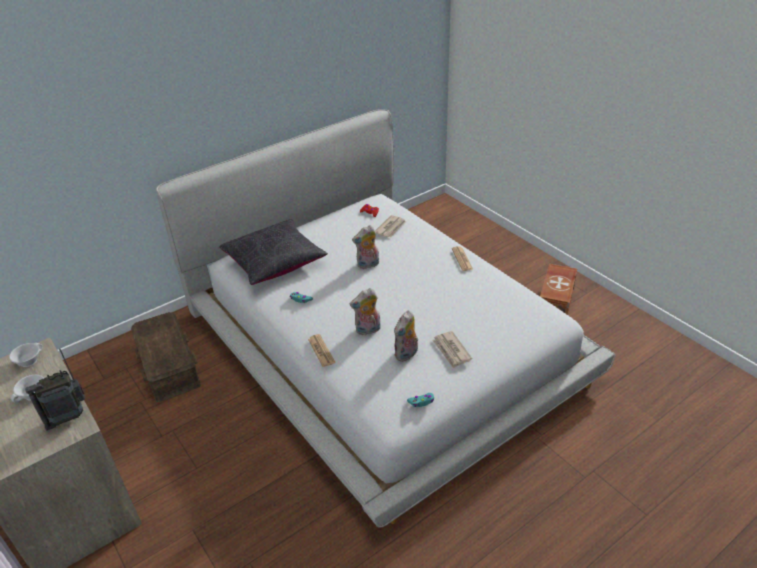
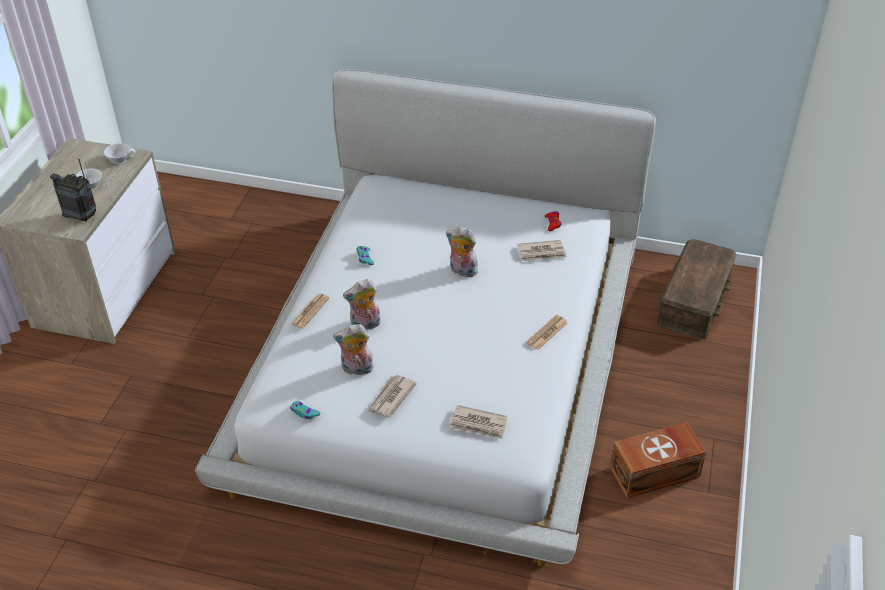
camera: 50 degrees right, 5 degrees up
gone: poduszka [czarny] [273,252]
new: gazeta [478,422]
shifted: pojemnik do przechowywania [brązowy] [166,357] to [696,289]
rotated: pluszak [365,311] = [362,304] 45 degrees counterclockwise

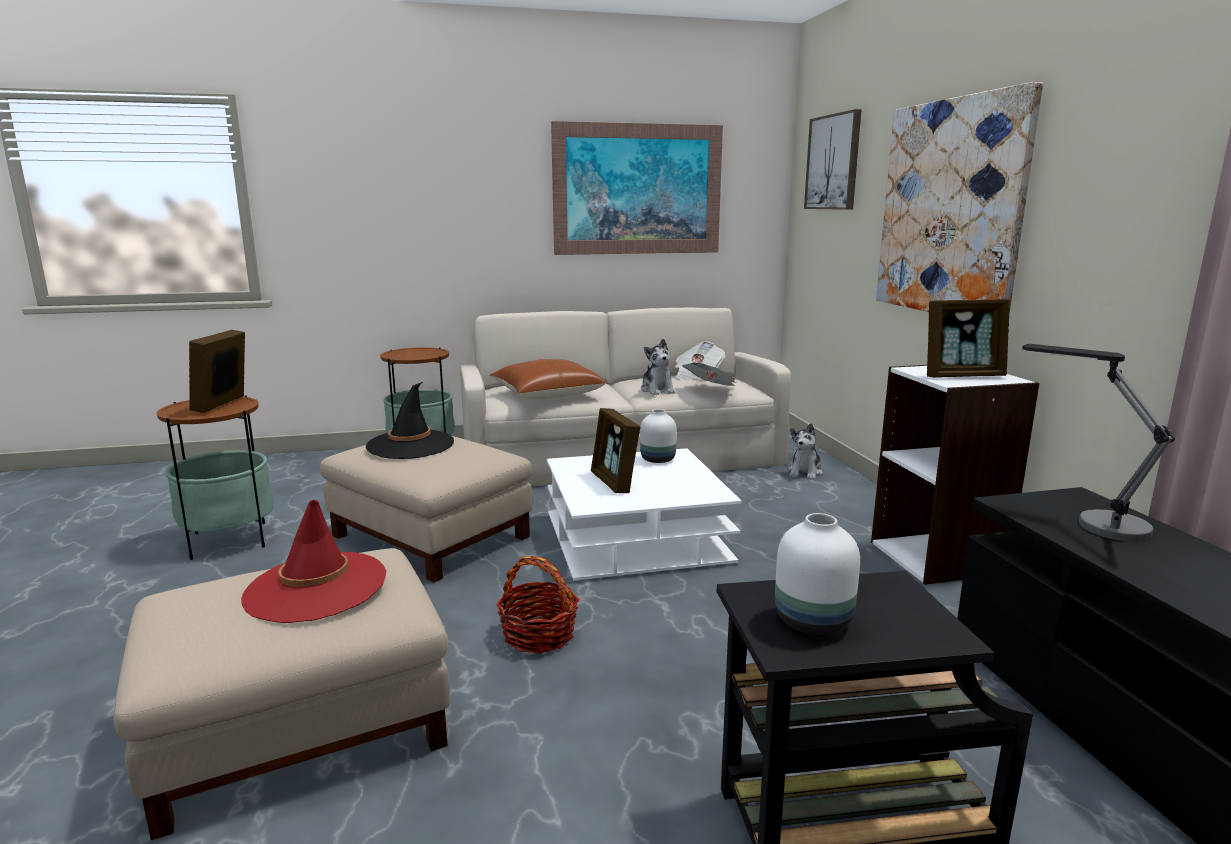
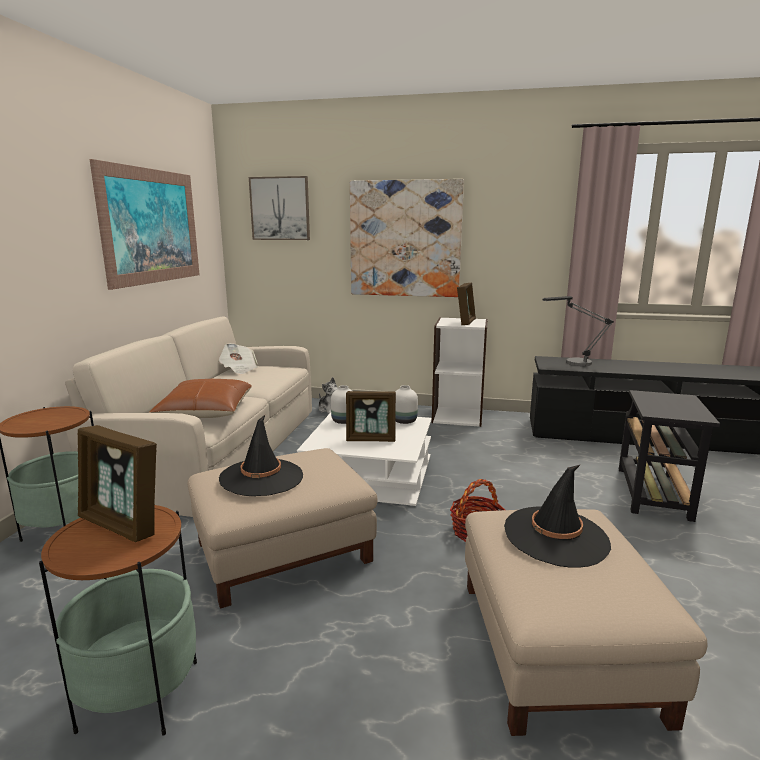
camera: 65 degrees left, 0 degrees up
gone: pluszak [658,366]; gazeta [709,374]
shifted: wazon [biały] [817,574] to [406,404]
repainted: kapelusz [czerwony] [313,561] to kapelusz [czarny] [557,516]

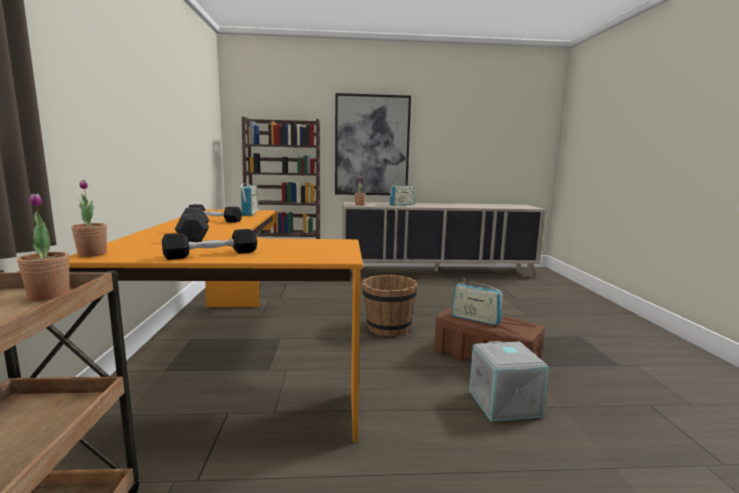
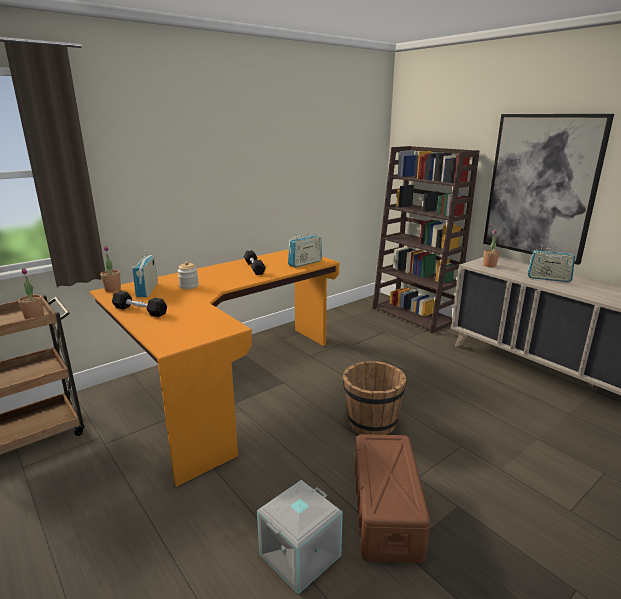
camera: 55 degrees right, 10 degrees up
shifted: radio [477,301] to [145,273]
swapped: hantel [szary] [192,225] to słoik [188,275]

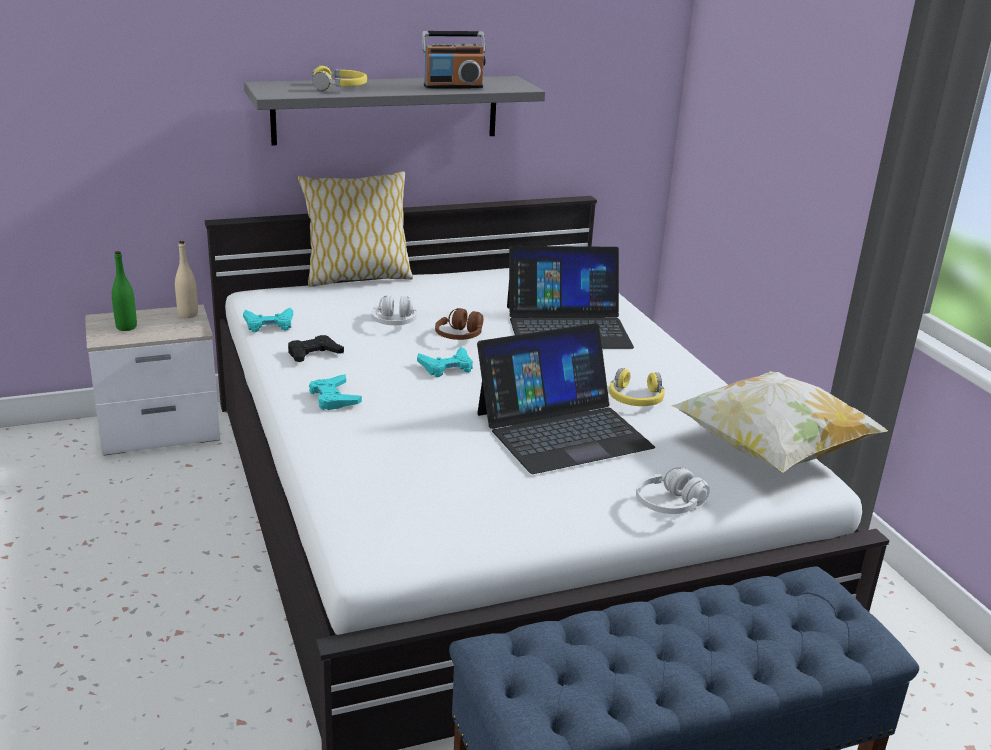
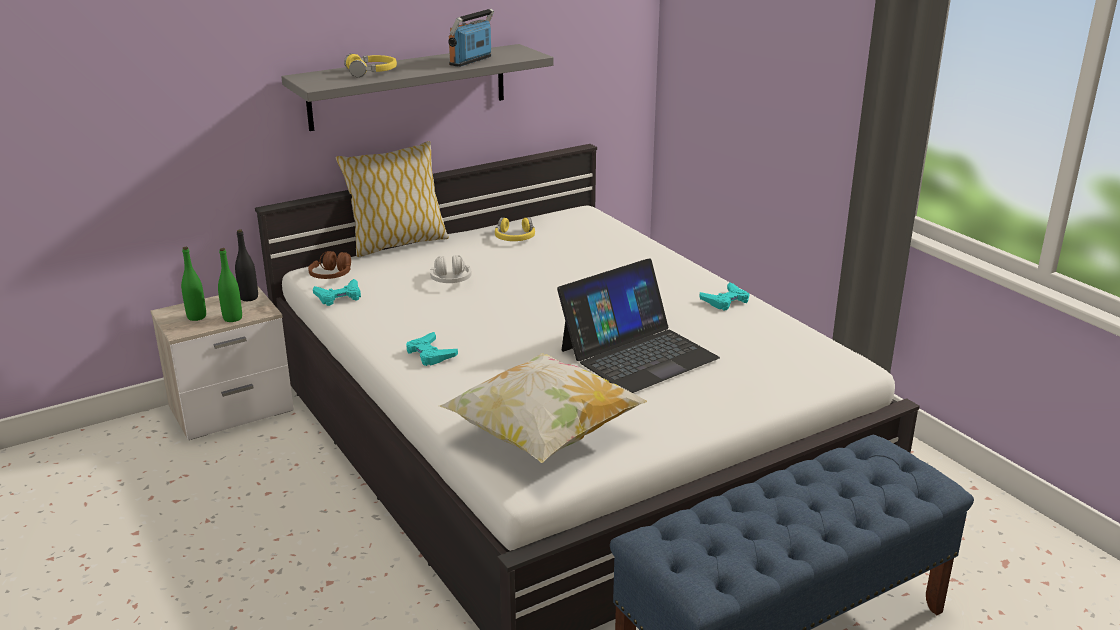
camera: 10 degrees left, 0 degrees up
gone: pad do gier [czarny] [316,348]; laptop [570,297]; słuchawki [biały] [673,490]
new: butelka [zielony] [230,285]
shifted: słuchawki [brązowy] [459,324] to [329,265]; poduszka [779,422] to [543,408]; słuchawki [żółty] [637,387] to [515,229]; pad do gier [turkusowy] [445,362] to [724,296]
repainted: butelka [beżowy] [186,279] to butelka [czarny] [246,265]
rotated: radio [454,60] = [471,38] 150 degrees clockwise

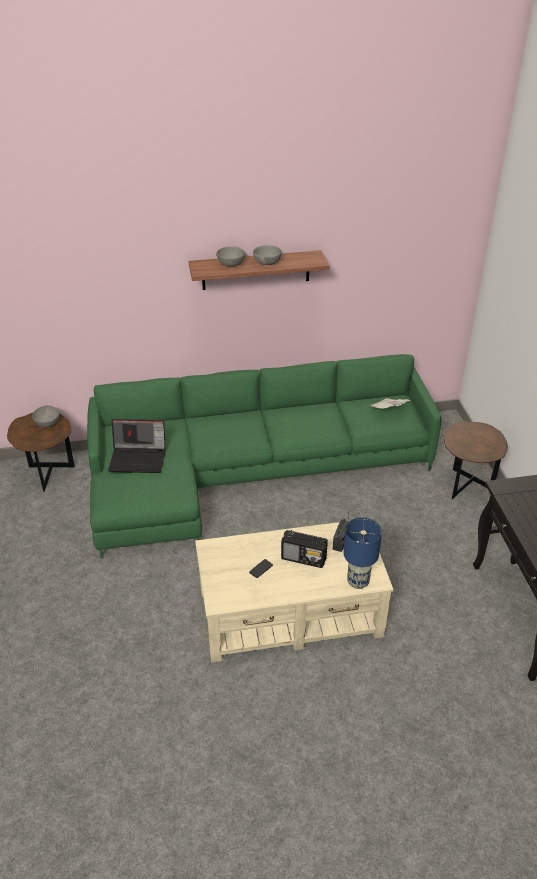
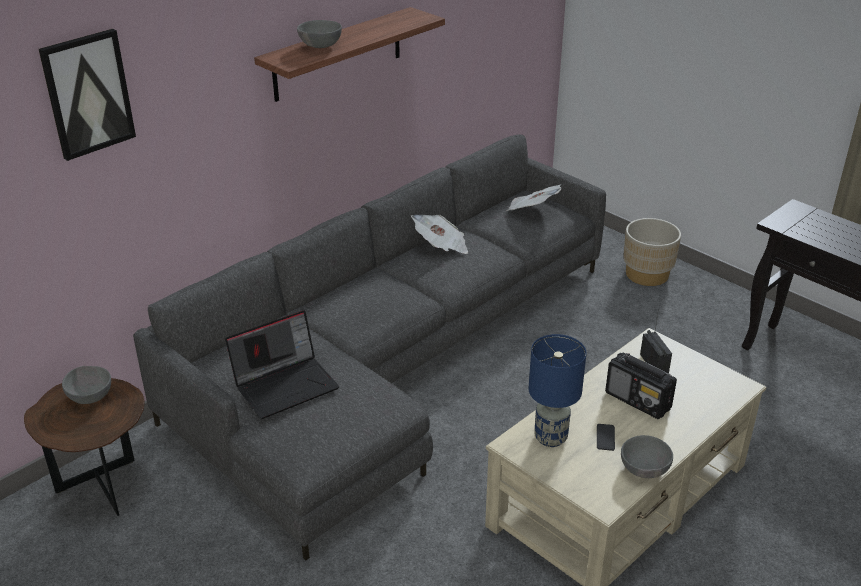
camera: 35 degrees left, 5 degrees down
new: obraz [87,95]; gazeta [439,234]
shifted: lampa stołowa [niebieski] [362,553] to [557,390]; miska [szary] [267,255] to [647,456]
swapped: stolik [brązowy] [475,460] to donica [beżowy] [652,252]
repainted: kanapa [zielony] [264,456] to kanapa [szary] [369,347]
rotated: radio [304,549] = [641,386] 60 degrees clockwise

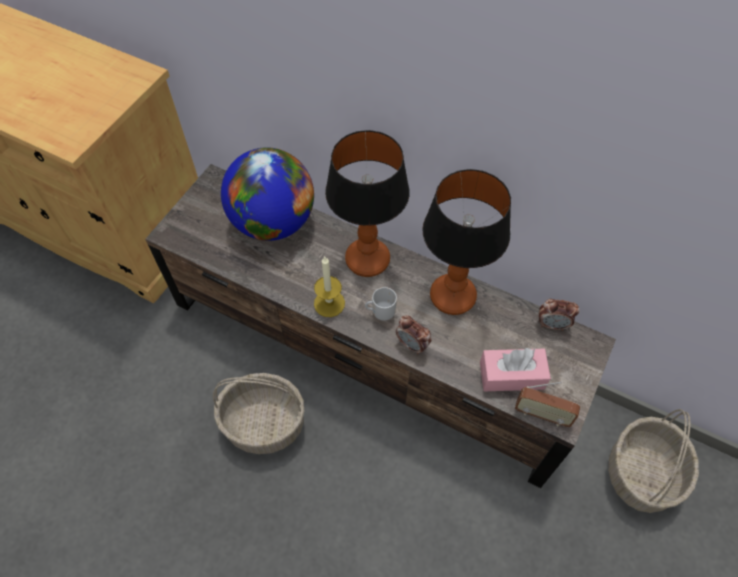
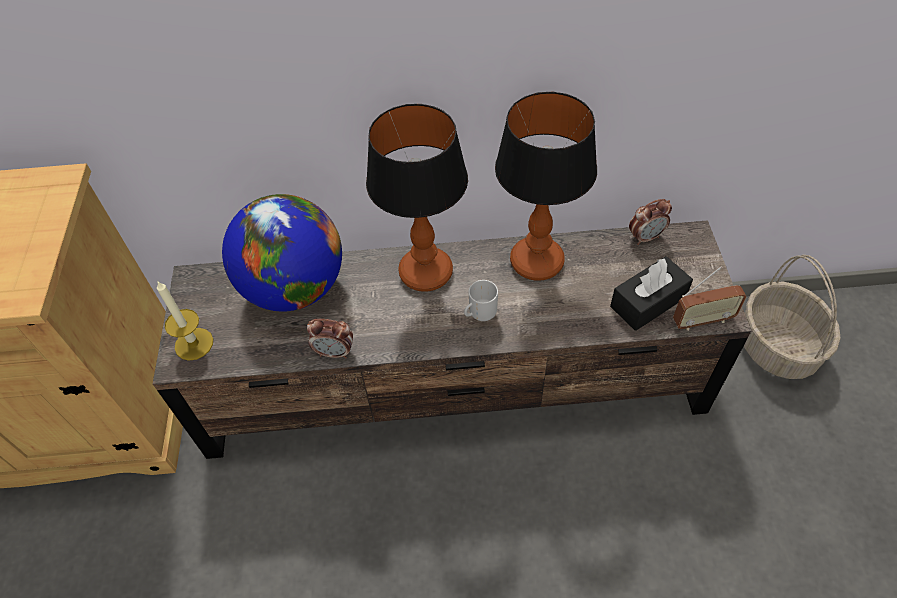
camera: 30 degrees left, 5 degrees down
gone: koszyk [258,413]
shifted: świeca [329,287] to [185,320]; budzik [413,334] to [330,339]
repainted: pudełko chusteczek [różowy] [515,369] to pudełko chusteczek [czarny] [651,293]

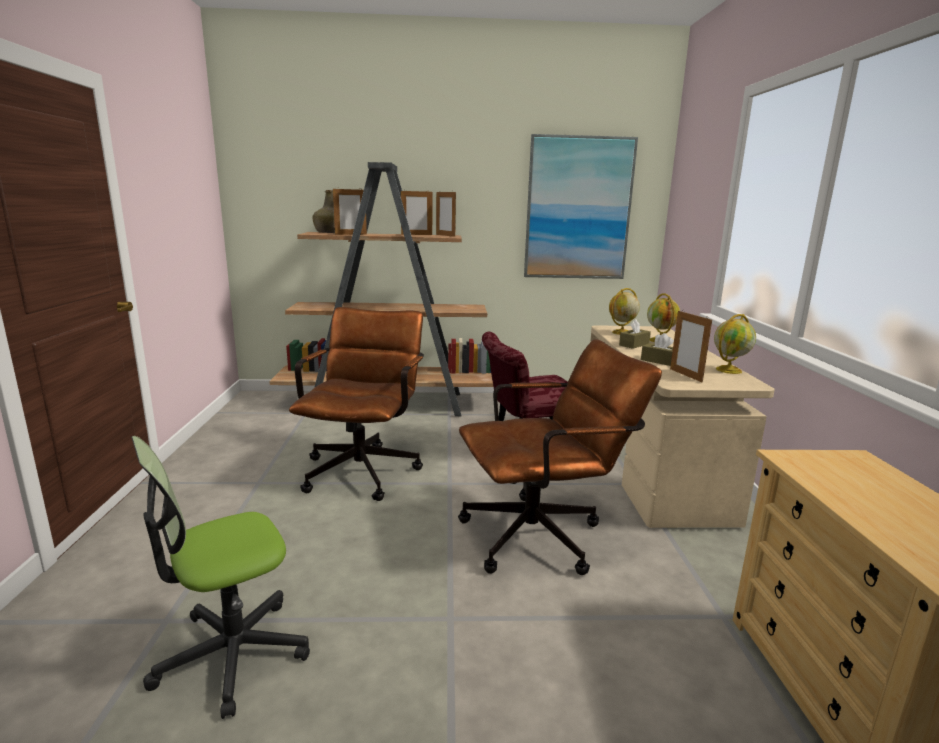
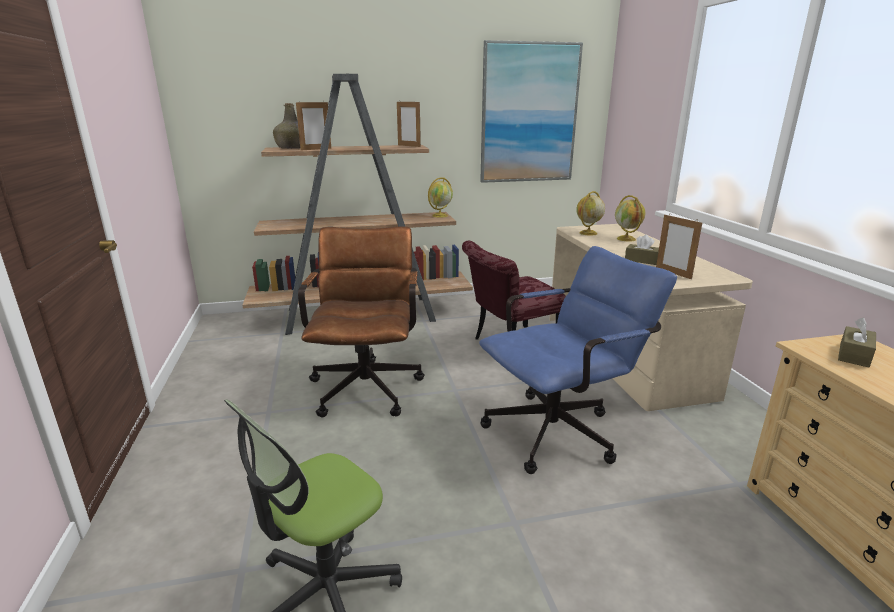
camera: 10 degrees left, 5 degrees up
gone: ramka na zdjęcie [416,212]
shifted: globus [735,344] to [440,197]; pudełko chusteczek [brązowy] [635,334] to [857,343]
repainted: krzesło biurowe [brązowy] [560,457] to krzesło biurowe [niebieski] [578,360]

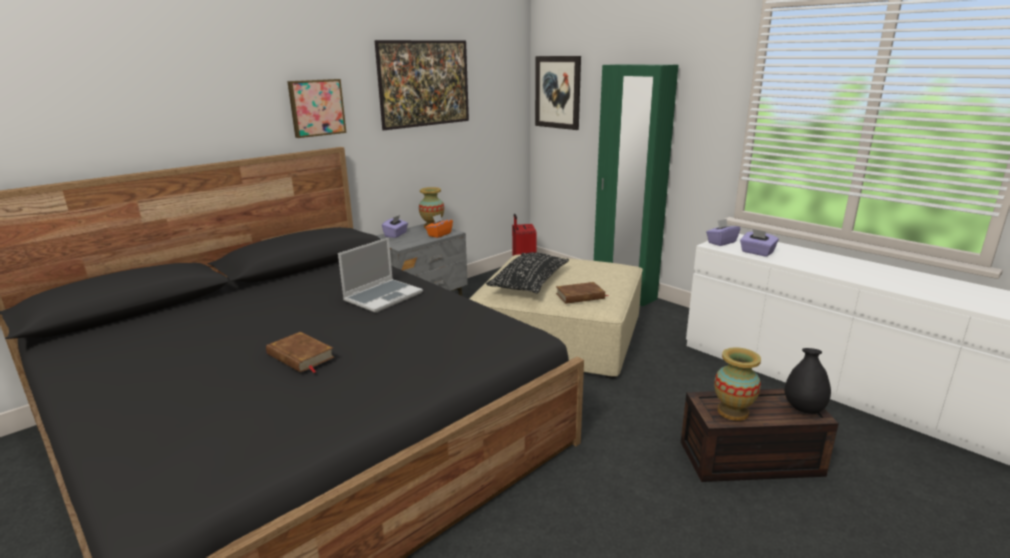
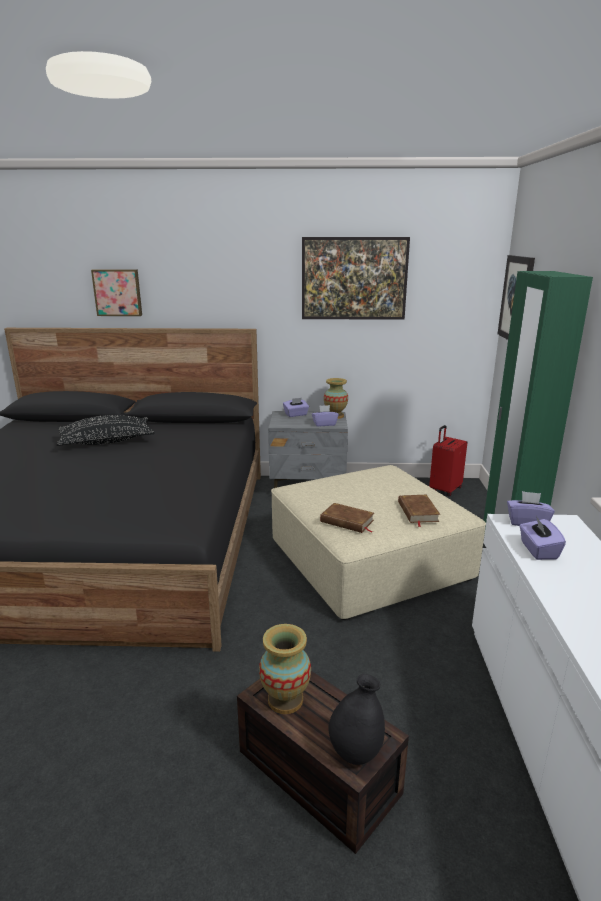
camera: 45 degrees right, 0 degrees up
gone: laptop [380,275]
shifted: poduszka [czarny] [527,273] to [105,430]; obraz [316,108] to [116,292]; książka [brązowy] [300,352] to [419,511]
repainted: pudełko chusteczek [pomarańczowy] [439,226] to pudełko chusteczek [fioletowy] [325,416]

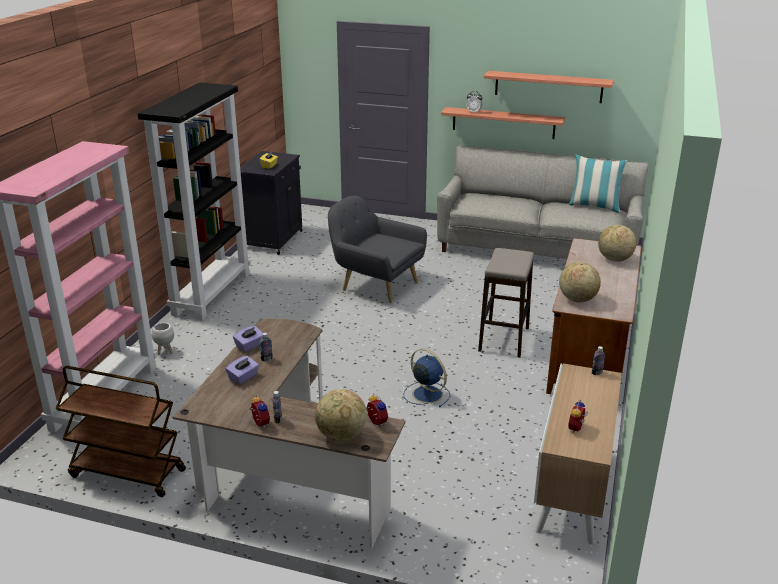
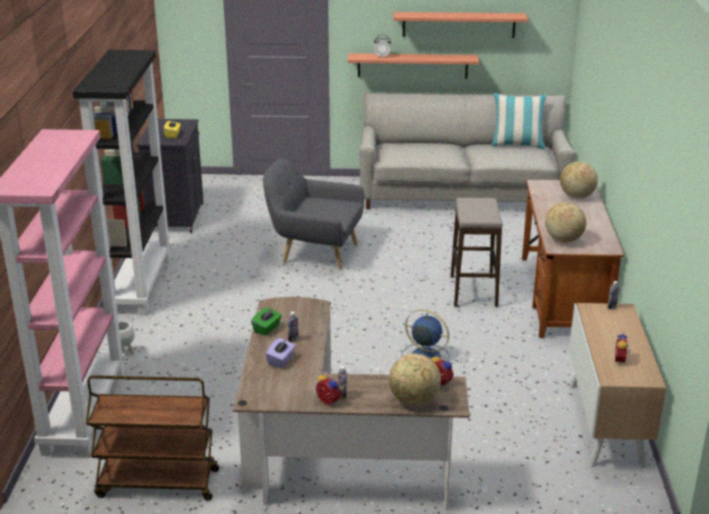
camera: 15 degrees left, 0 degrees up
repainted: pudełko chusteczek [fioletowy] [248,339] to pudełko chusteczek [zielony] [266,321]

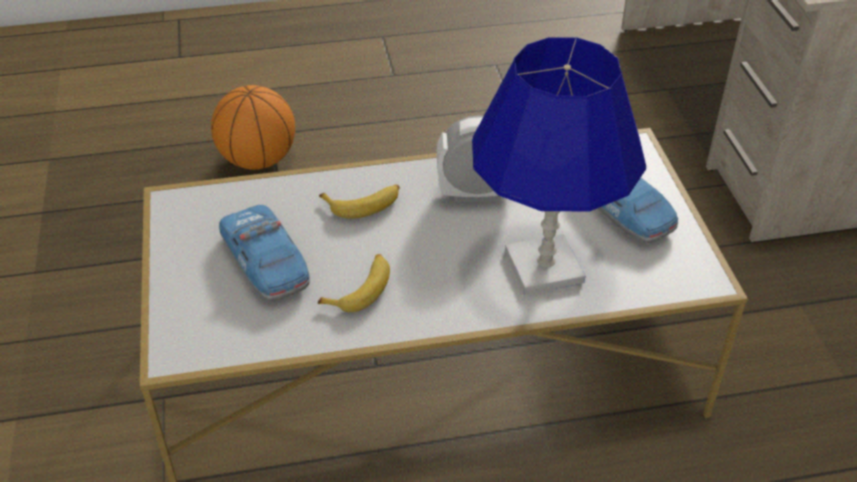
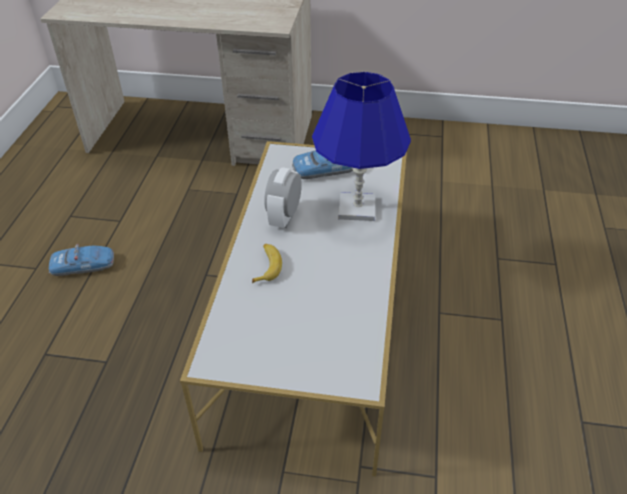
camera: 70 degrees left, 0 degrees up
gone: piłka do koszykówki [253,127]; banan [354,283]
shifted: samochodzik [264,253] to [81,260]

